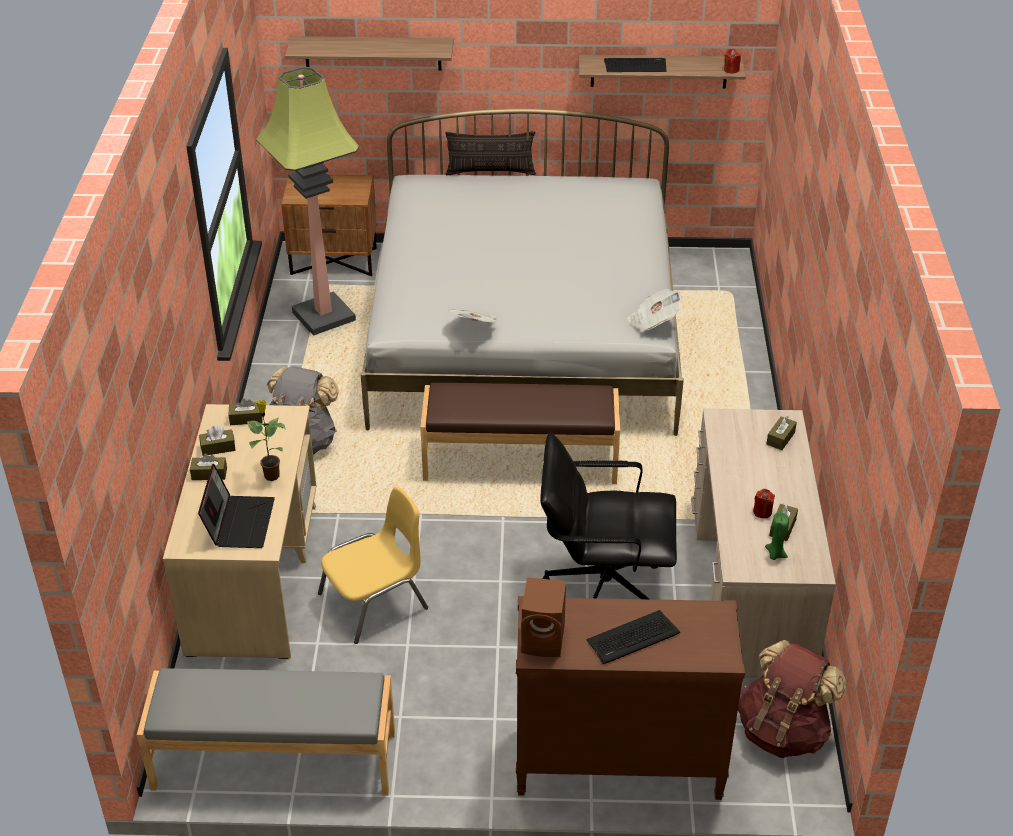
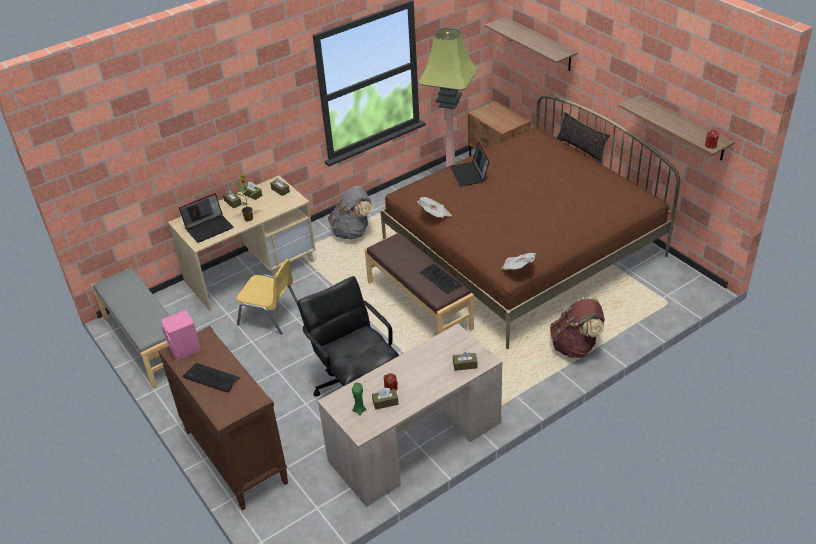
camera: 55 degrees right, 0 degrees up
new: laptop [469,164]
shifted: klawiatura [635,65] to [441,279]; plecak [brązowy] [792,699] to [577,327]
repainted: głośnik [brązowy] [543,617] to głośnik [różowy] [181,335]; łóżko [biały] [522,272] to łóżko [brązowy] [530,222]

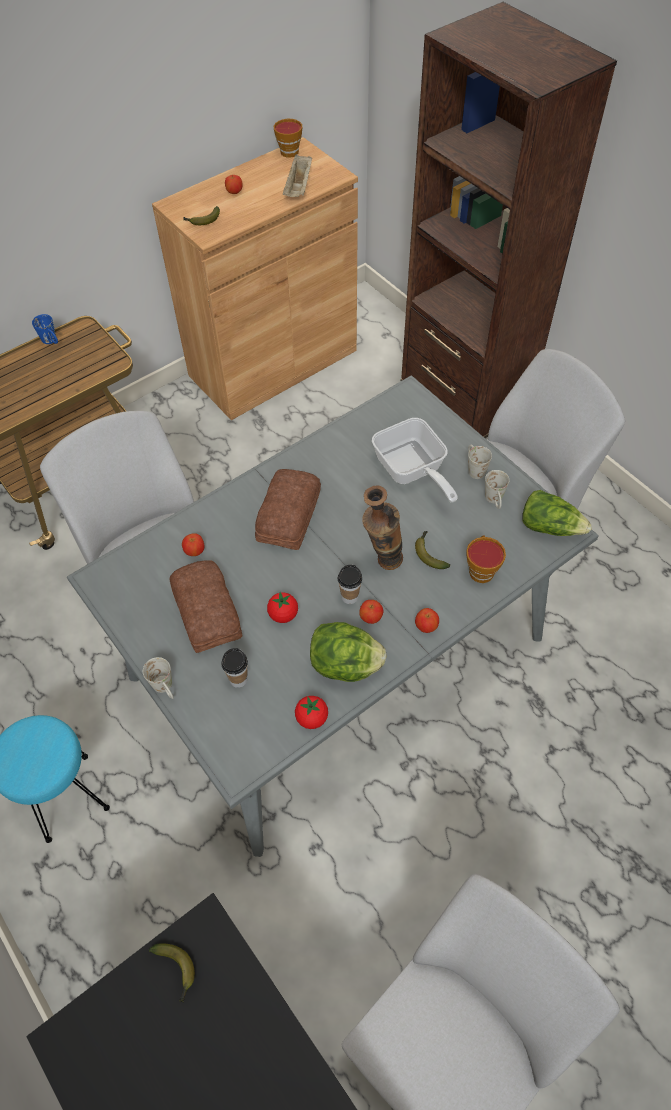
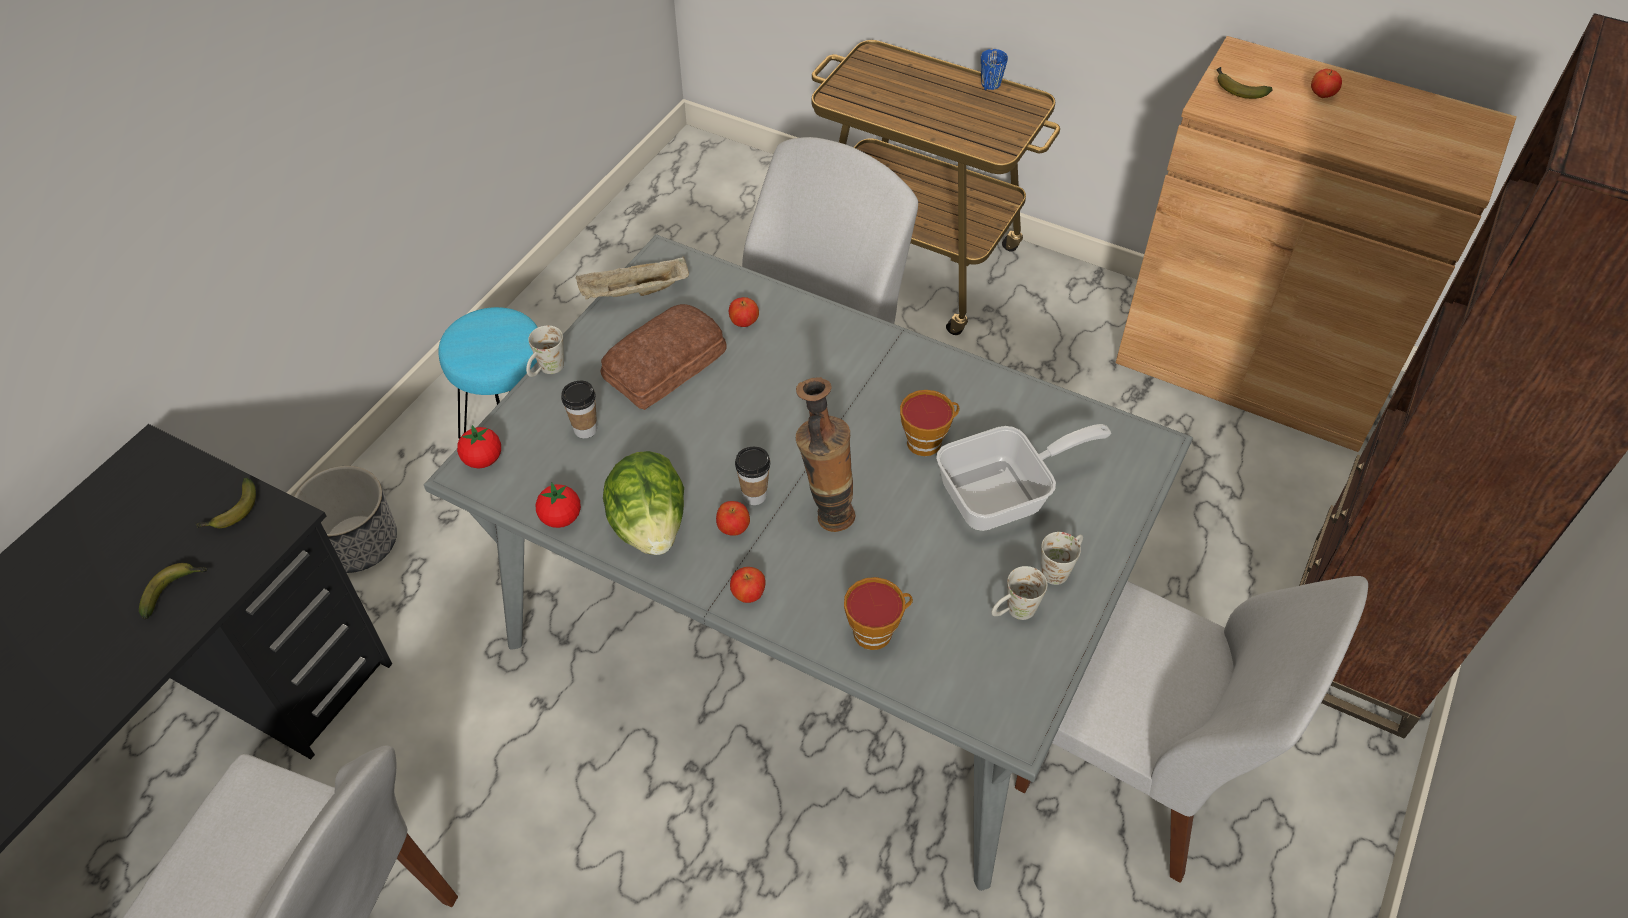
camera: 65 degrees right, 5 degrees down
gone: chleb [288,509]; sałata [557,513]
new: donica [345,519]
shifted: banan [432,550] to [173,591]; pomidor [282,607] to [479,447]; taca [beżowy] [297,175] to [632,278]; filiżanka [288,138] to [930,423]
rotated: patelnia [415,460] = [1023,477] 150 degrees counterclockwise

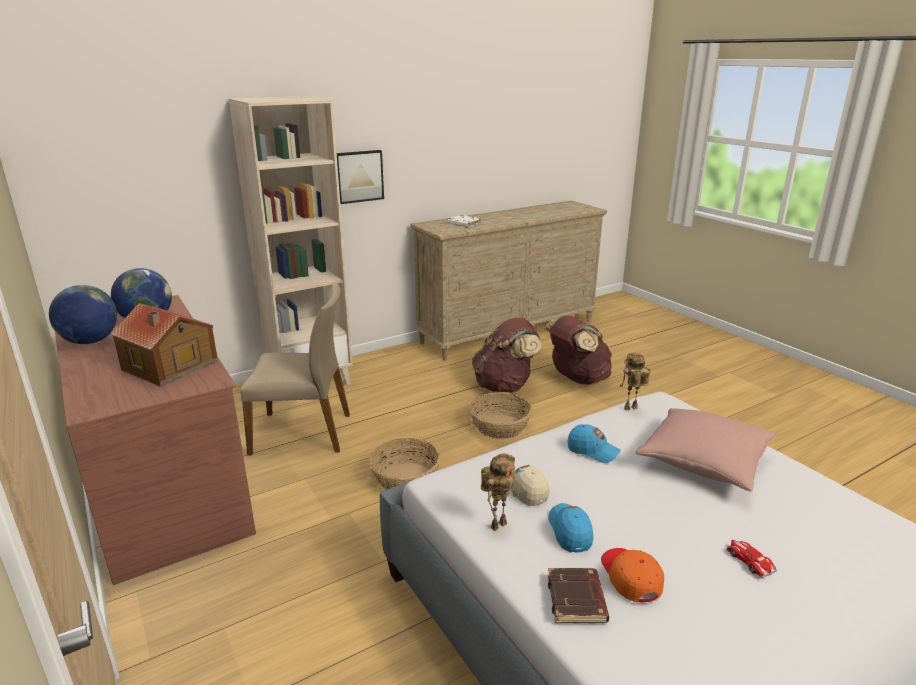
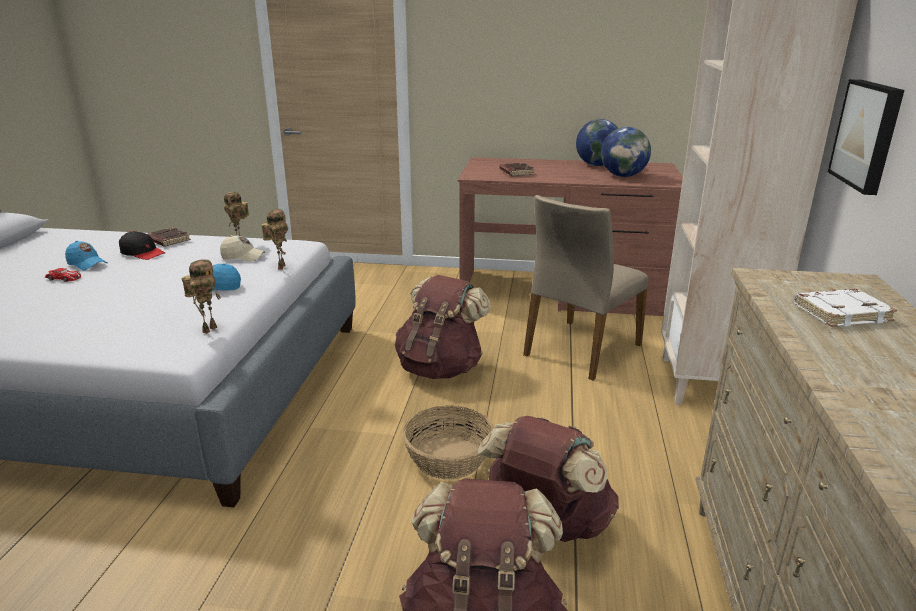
camera: 130 degrees right, 0 degrees up
gone: poduszka [różowy] [705,449]
new: robot zabawkowy [274,239]
shifted: czapka z daszkiem [niebieski] [570,528] to [86,256]
swapped: koszyk [405,464] to plecak [brązowy] [443,327]; domek [164,345] to książka [brązowy] [517,169]
repainted: czapka z daszkiem [pomarańczowy] [632,575] to czapka z daszkiem [czarny] [142,245]

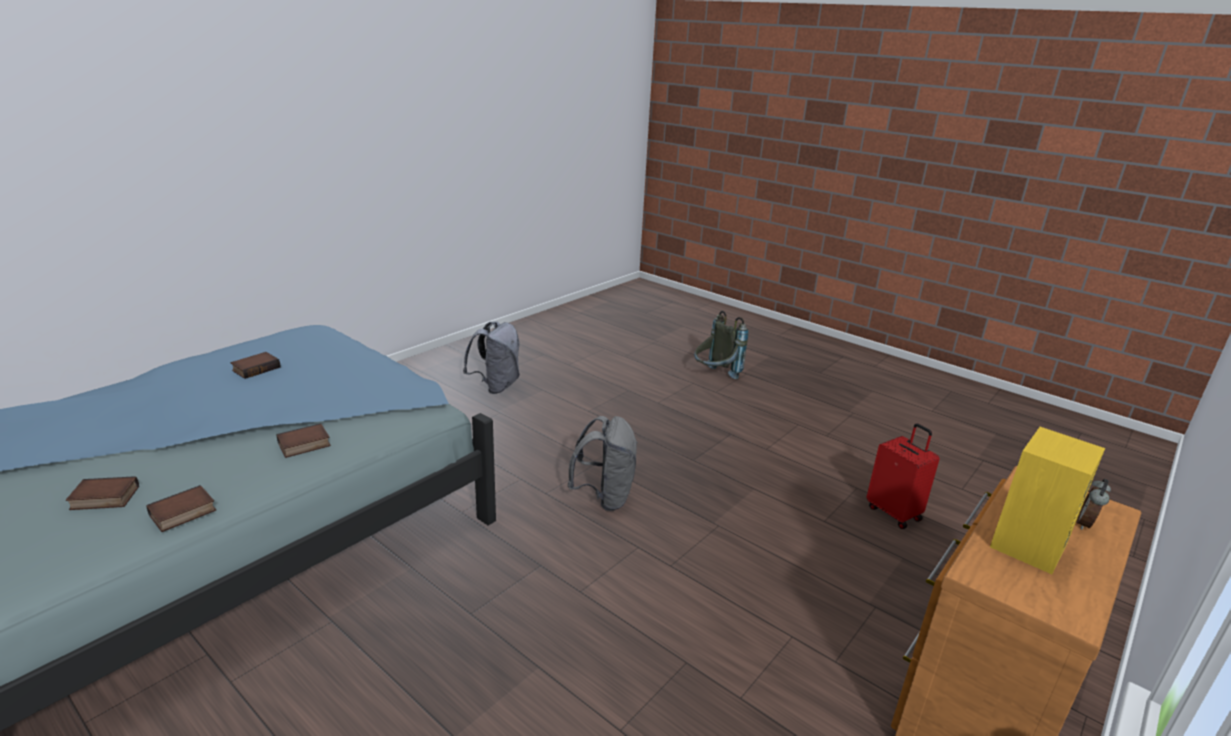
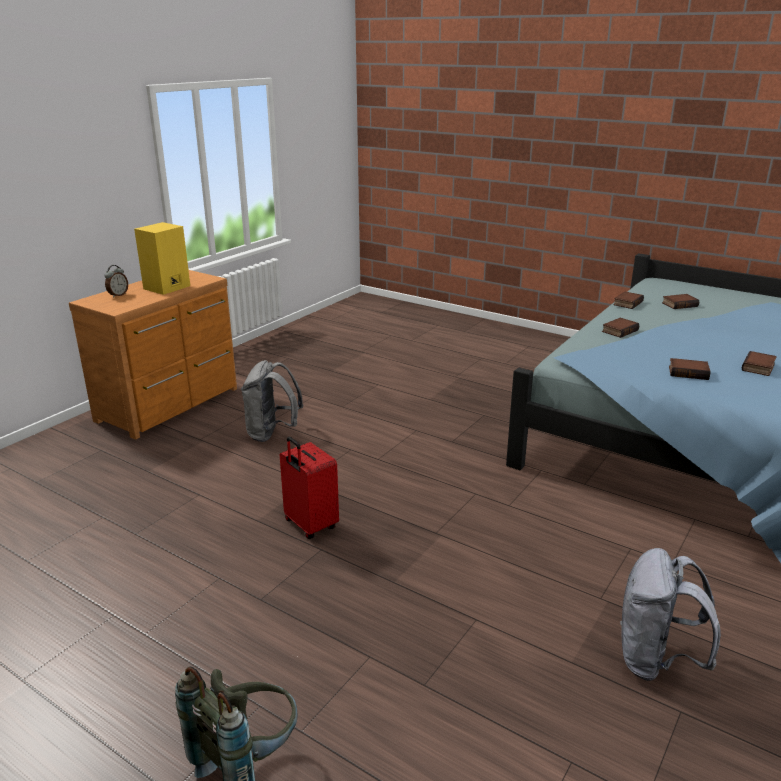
camera: 175 degrees right, 0 degrees up
new: książka [690,369]
shifted: plecak [szary] [602,463] to [272,401]; walizka [czerwony] [903,476] to [309,488]

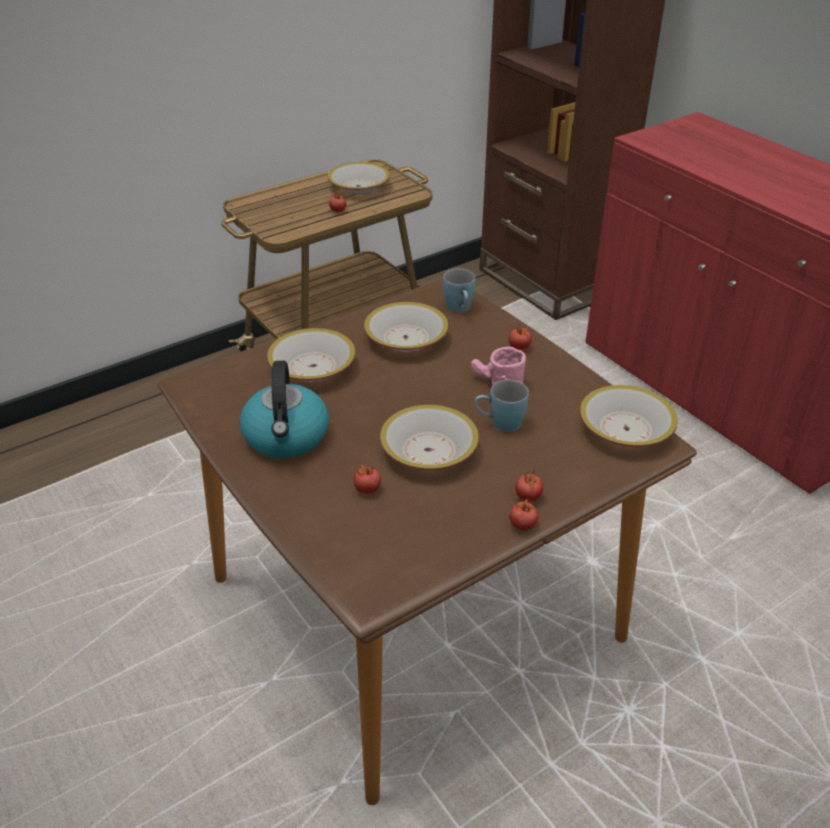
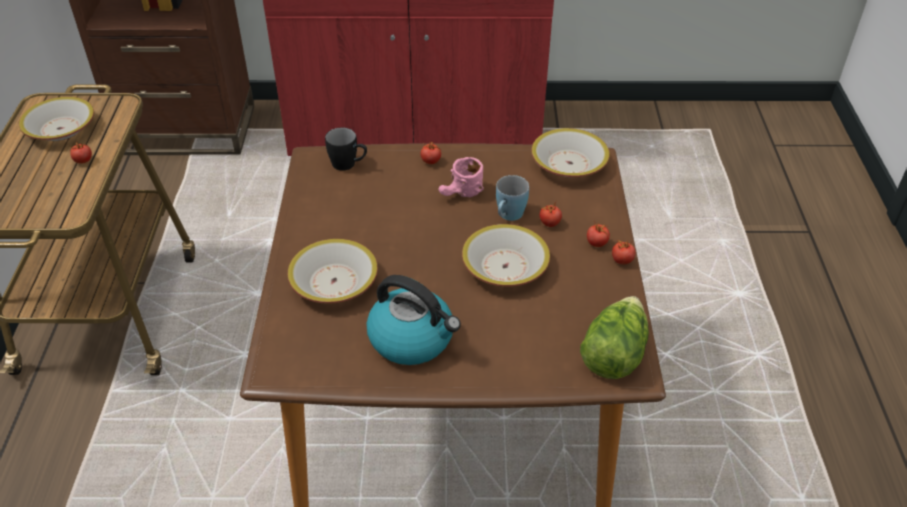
camera: 55 degrees left, 5 degrees up
gone: miska [406,327]
new: sałata [614,337]
shifted: pomidor [367,479] to [551,214]
repainted: kubek [niebieski] [459,290] to kubek [czarny] [346,149]

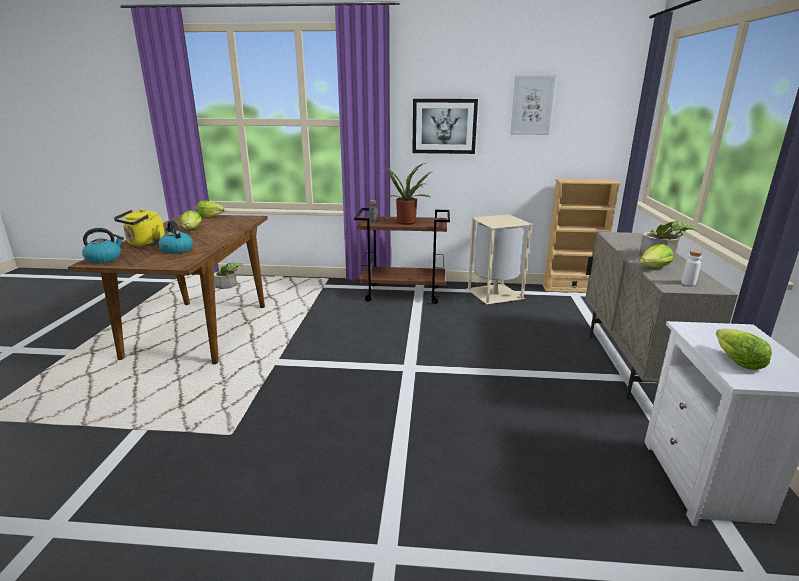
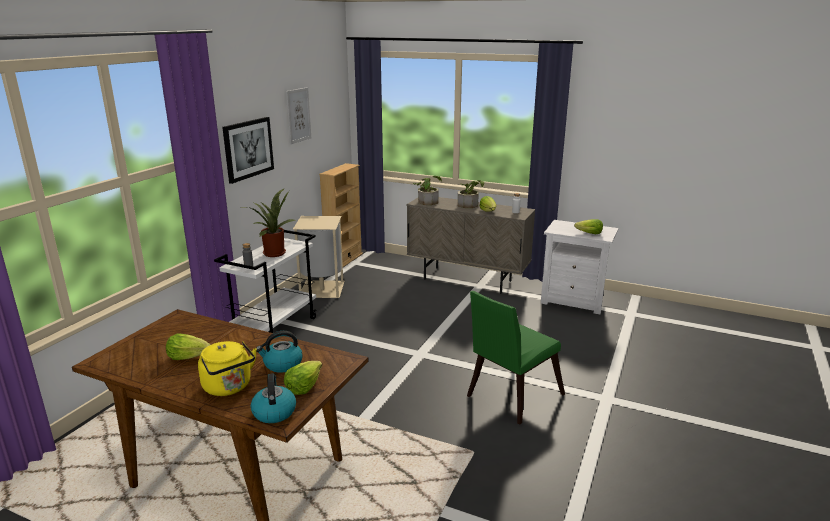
camera: 70 degrees left, 0 degrees up
new: krzesło [zielony] [516,358]
shifted: sałata [211,209] to [303,378]; roślina doniczkowa [228,276] to [427,190]
repainted: wózek [brązowy] [402,256] to wózek [biały] [265,281]

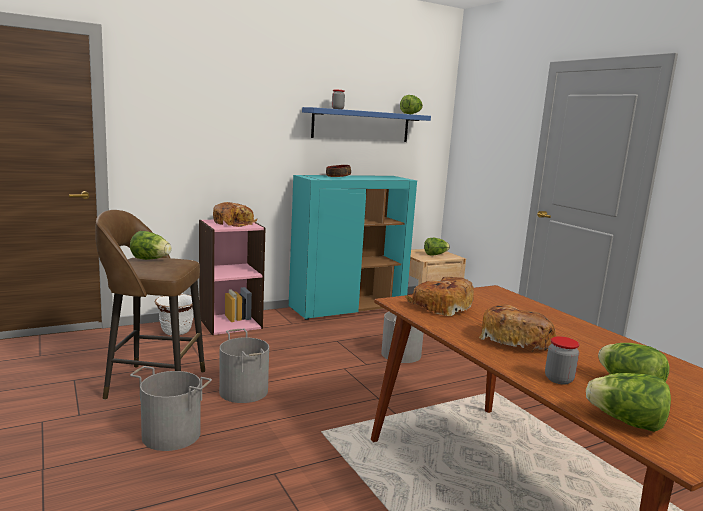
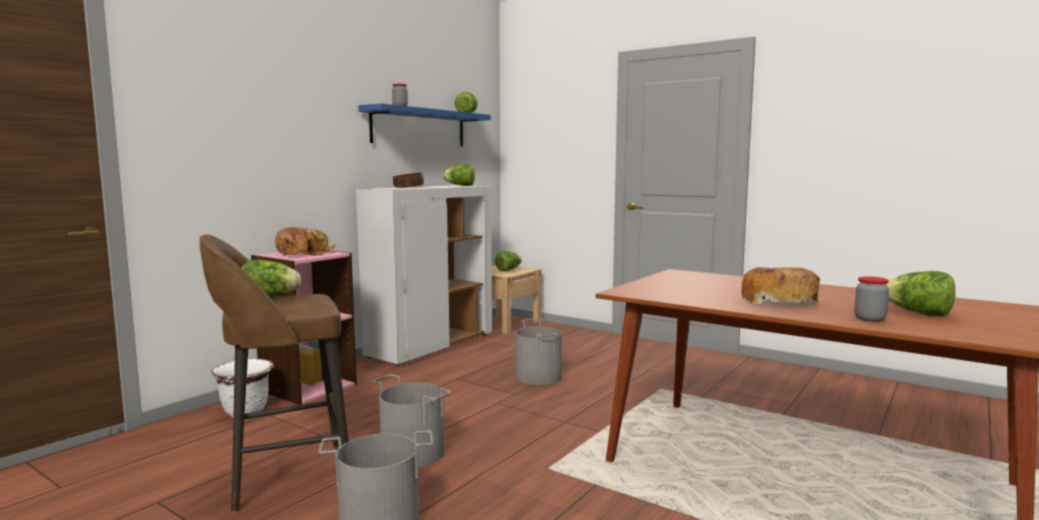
camera: 25 degrees left, 5 degrees down
gone: chleb [439,296]
shifted: sałata [628,402] to [459,174]
repainted: szafka [turkusowy] [353,247] to szafka [biały] [424,275]

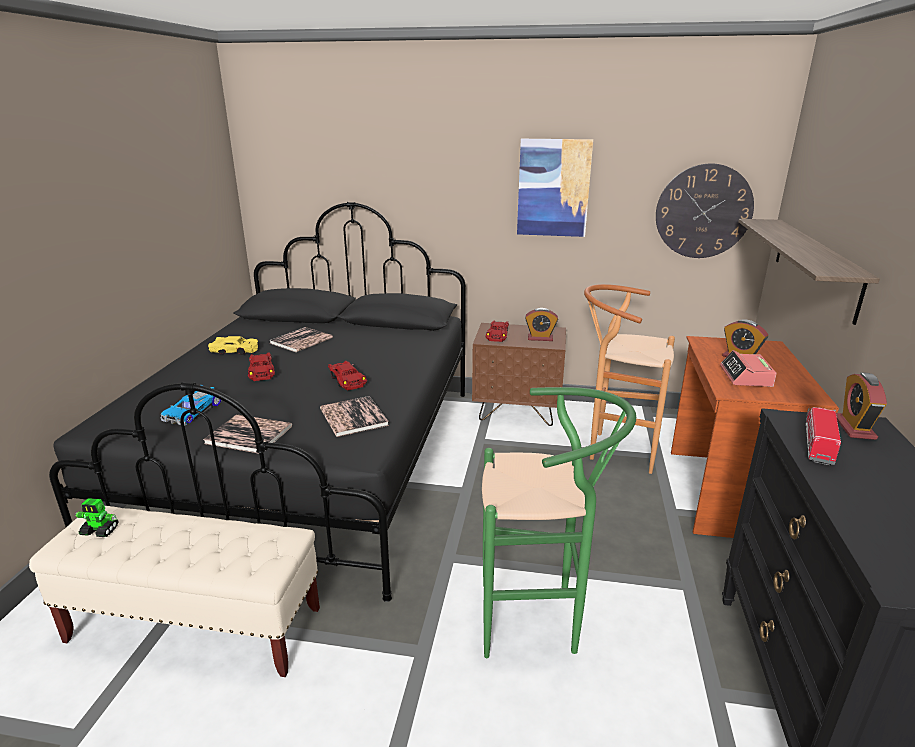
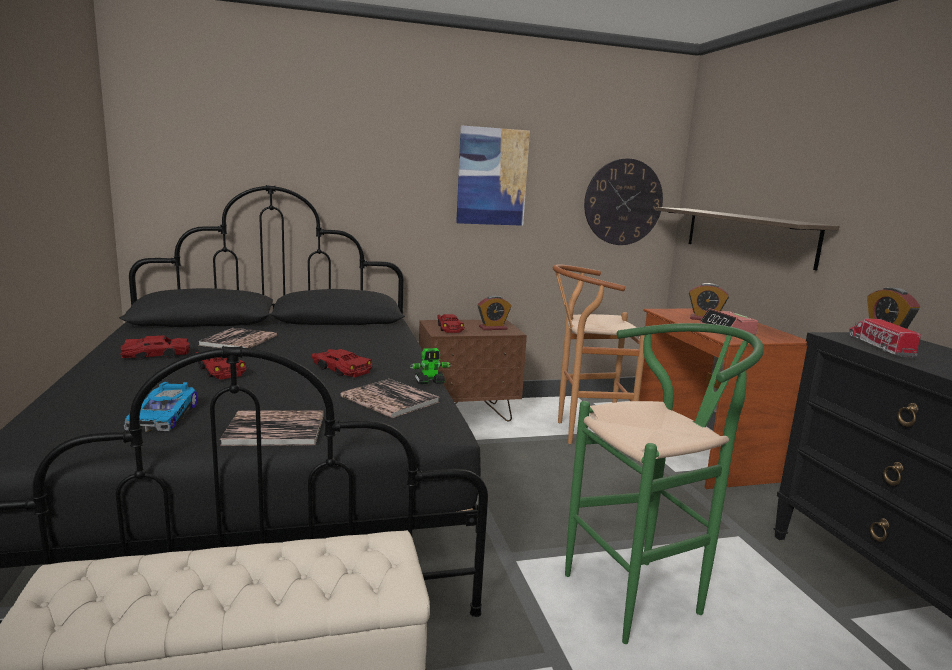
camera: 25 degrees left, 10 degrees down
shifted: robot zabawkowy [96,517] to [431,366]
repainted: samochodzik [żółty] [233,345] to samochodzik [czerwony] [155,347]

